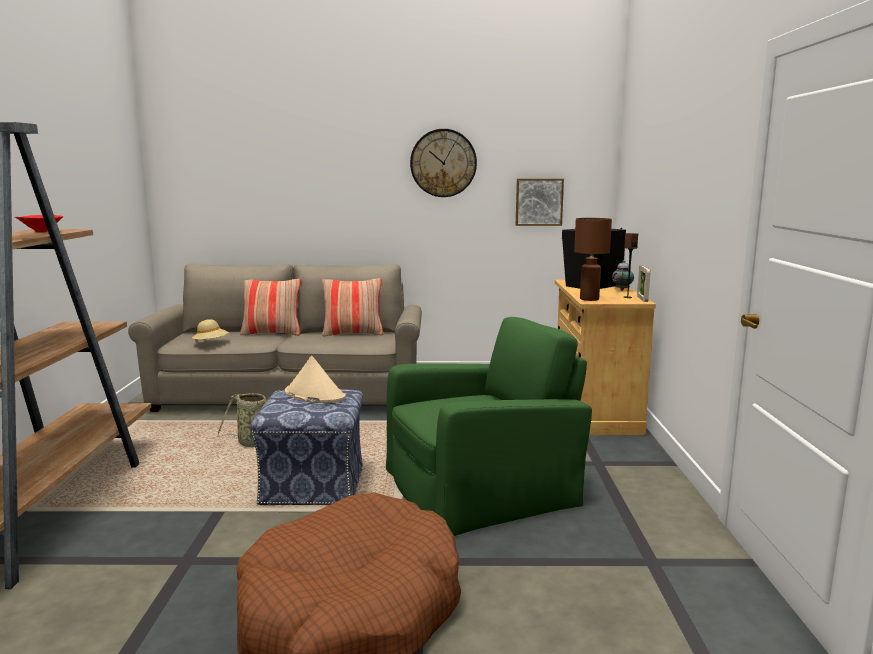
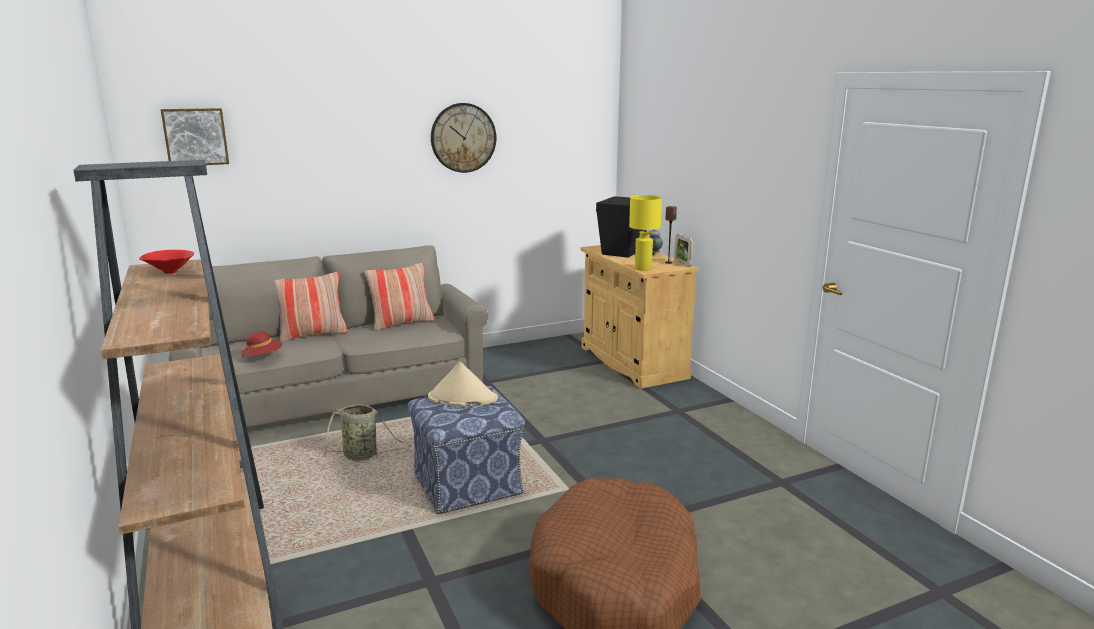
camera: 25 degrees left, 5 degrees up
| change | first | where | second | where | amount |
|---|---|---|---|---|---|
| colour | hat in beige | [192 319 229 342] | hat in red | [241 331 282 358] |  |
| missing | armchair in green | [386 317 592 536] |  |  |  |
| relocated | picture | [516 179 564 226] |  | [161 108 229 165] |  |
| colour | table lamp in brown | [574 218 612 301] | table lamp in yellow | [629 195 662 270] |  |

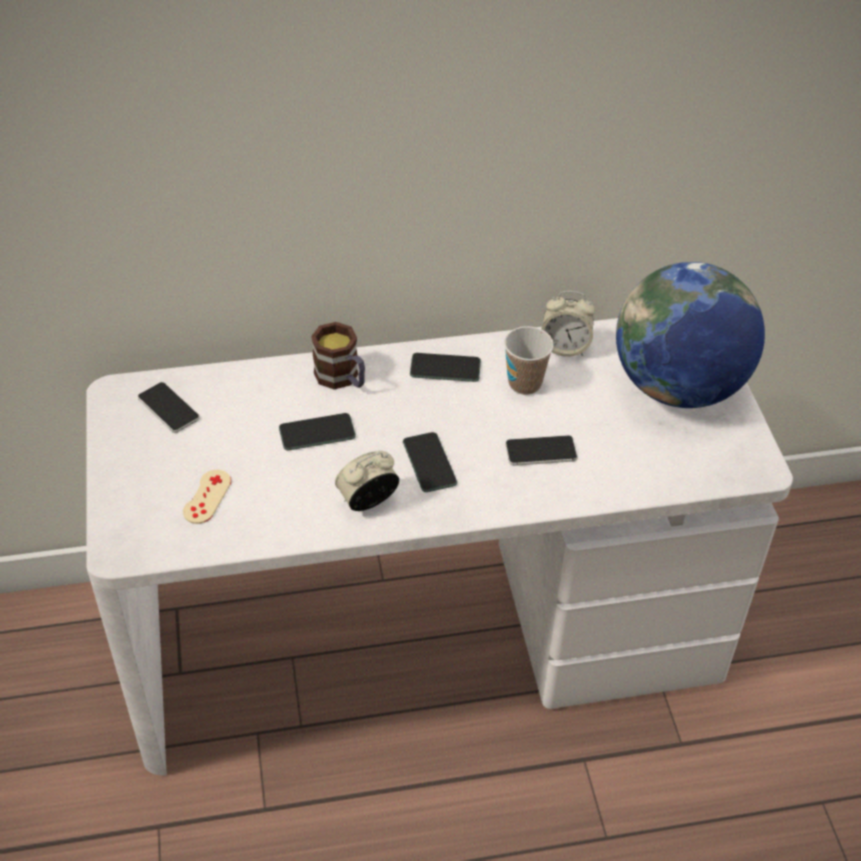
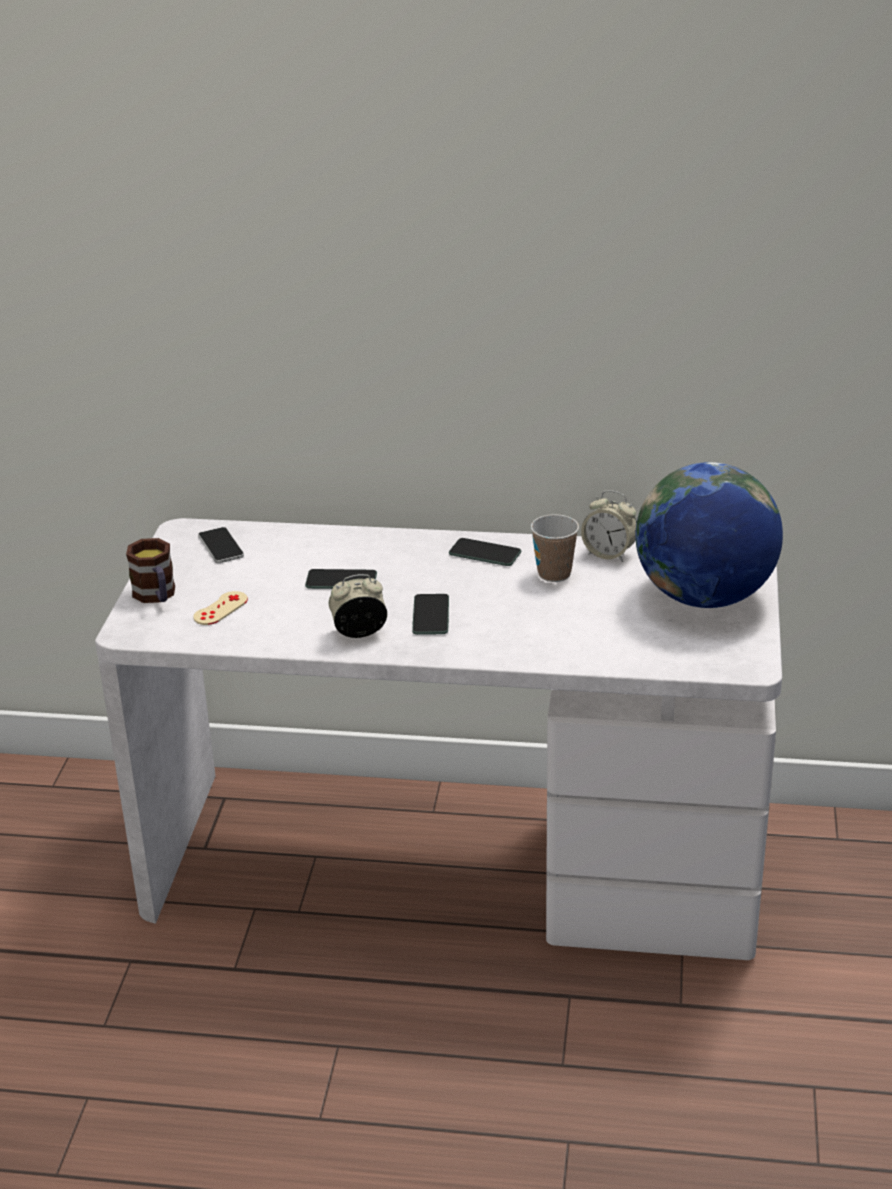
camera: 20 degrees right, 15 degrees down
| change | first | where | second | where | amount |
|---|---|---|---|---|---|
| relocated | mug | [311 322 365 389] |  | [126 538 175 603] |  |
| missing | phone | [506 435 577 466] |  |  |  |

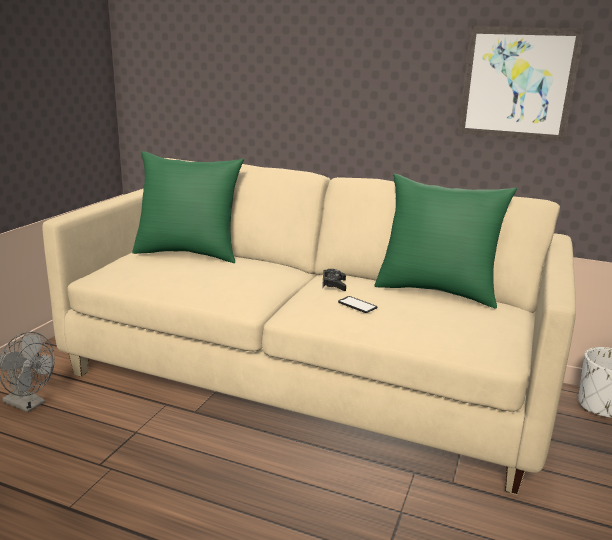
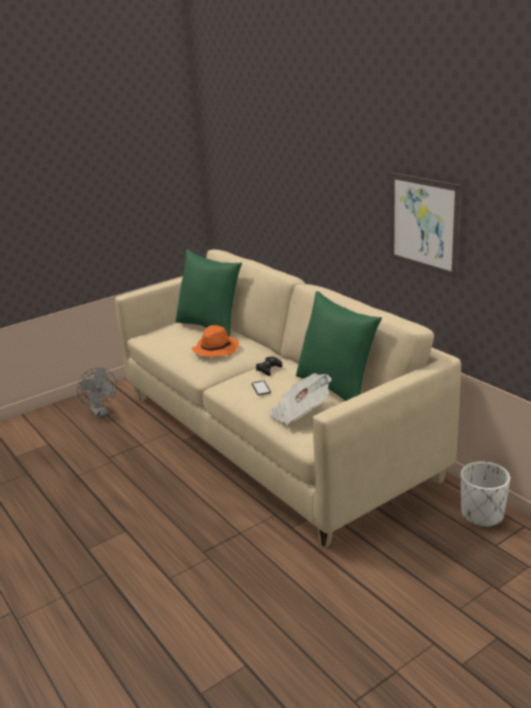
camera: 35 degrees right, 5 degrees up
| change | first | where | second | where | amount |
|---|---|---|---|---|---|
| appeared |  |  | hat in orange | [192 325 239 357] |  |
| appeared |  |  | newspaper | [268 373 332 425] |  |

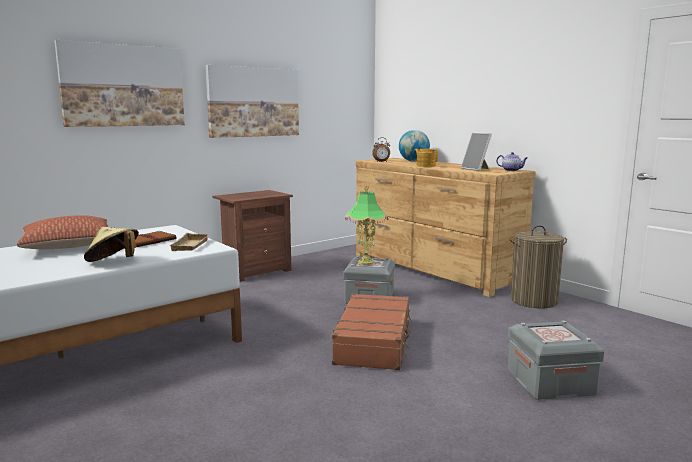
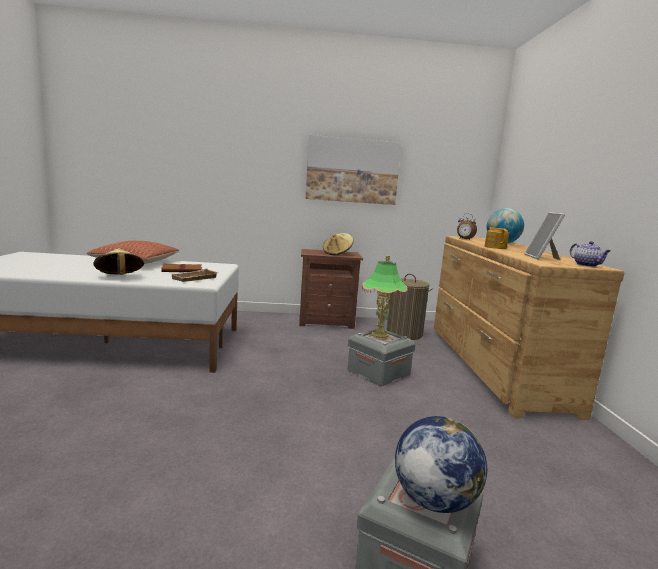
camera: 35 degrees right, 0 degrees up
| change | first | where | second | where | amount |
|---|---|---|---|---|---|
| missing | picture | [54 40 185 127] |  |  |  |
| missing | suitcase in brown | [332 293 413 370] |  |  |  |
| relocated | laundry basket | [510 225 567 308] |  | [387 274 433 340] |  |
| appeared |  |  | hat in beige | [323 233 354 255] |  |
| appeared |  |  | globe | [395 416 487 513] |  |

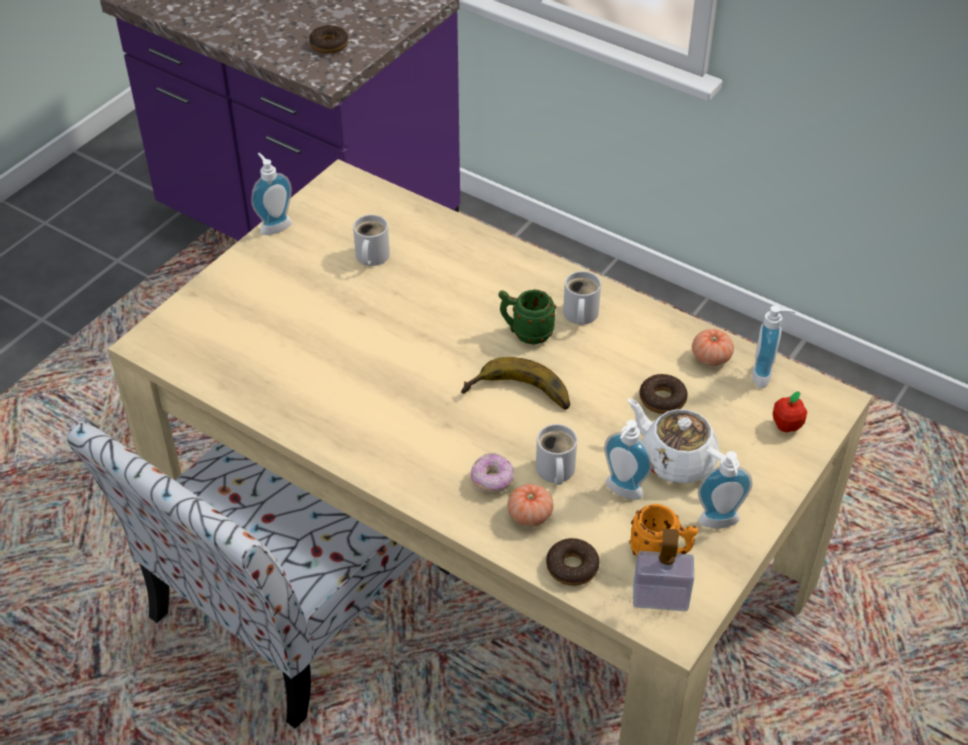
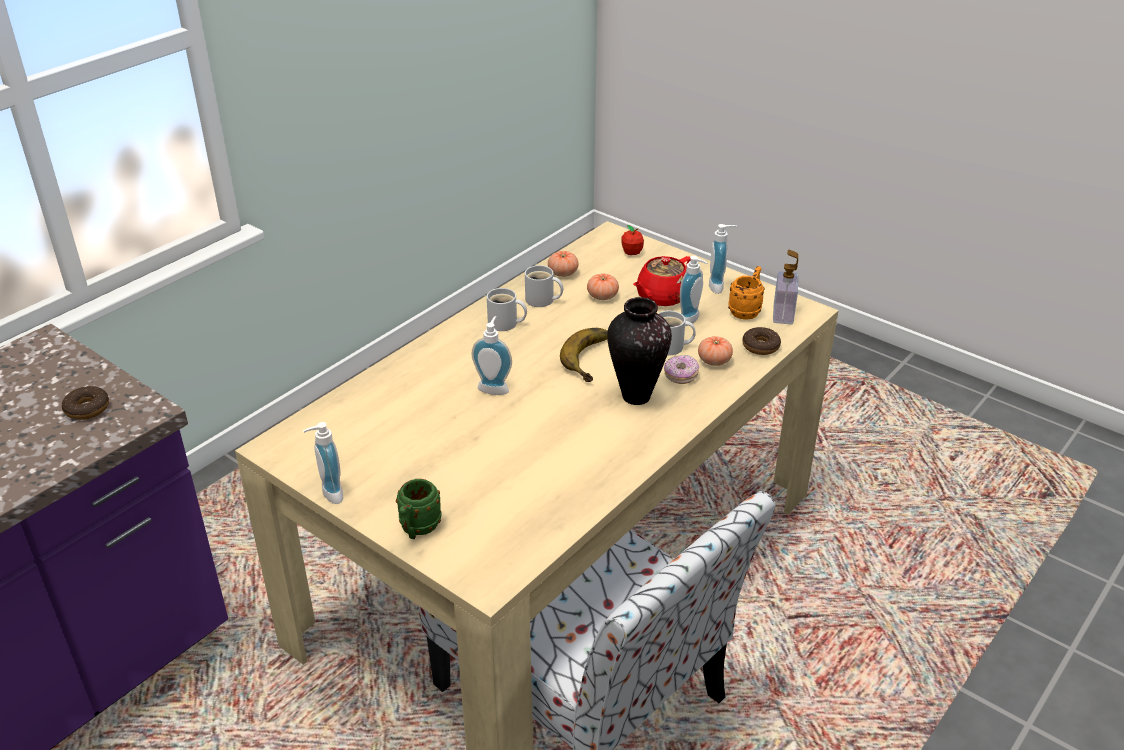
camera: 85 degrees left, 10 degrees down
| change | first | where | second | where | amount |
|---|---|---|---|---|---|
| relocated | mug in white | [353 215 390 266] |  | [525 265 563 307] |  |
| relocated | mug in green | [498 289 556 345] |  | [396 479 442 539] |  |
| colour | teapot in white | [628 398 726 484] | teapot in red | [633 256 691 306] |  |
| exchanged | donut | [639 374 688 414] | tomato | [587 273 619 300] |  |
| relocated | soap dispenser | [752 305 796 388] |  | [472 316 512 395] |  |
| appeared |  |  | vase | [607 297 672 405] |  |

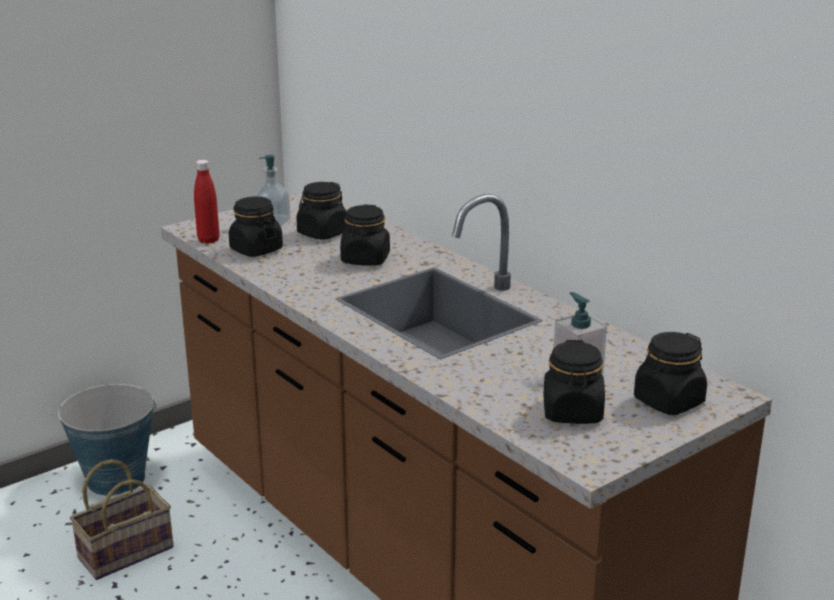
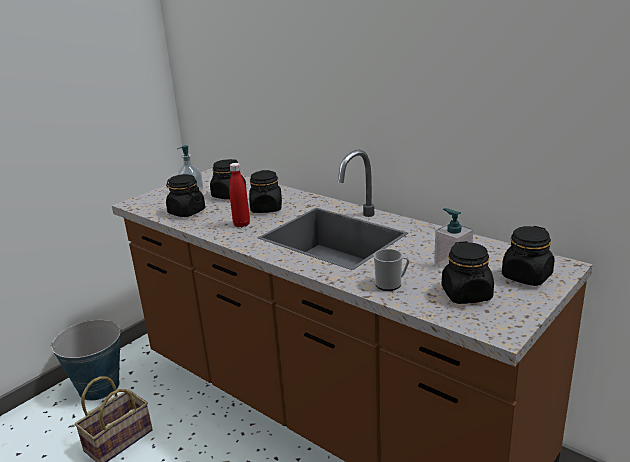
camera: 10 degrees left, 0 degrees up
| change | first | where | second | where | amount |
|---|---|---|---|---|---|
| relocated | bottle in red | [194 160 219 244] |  | [229 163 250 228] |  |
| appeared |  |  | mug | [373 249 410 291] |  |

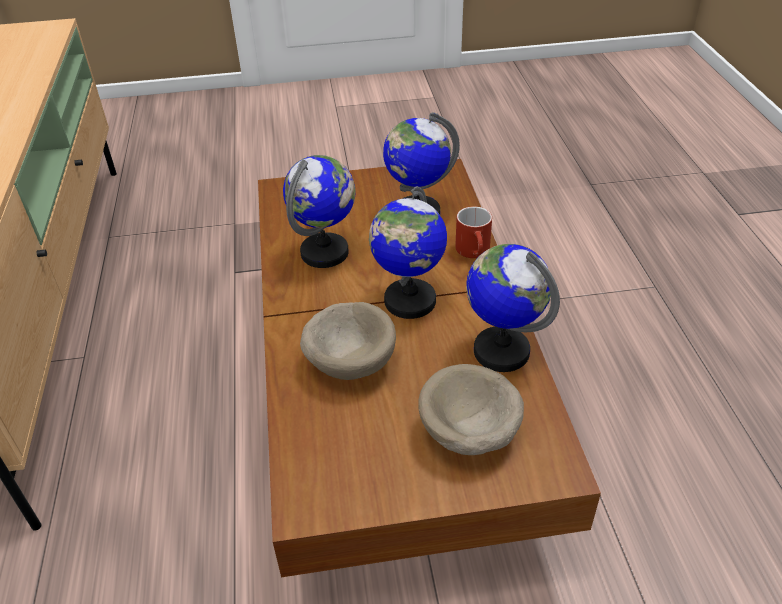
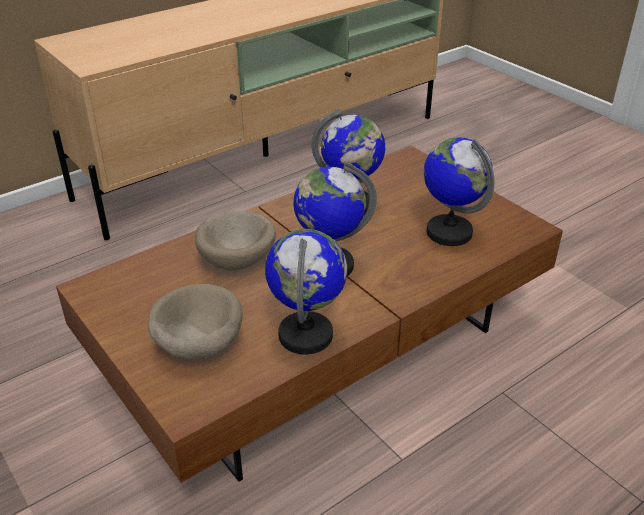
camera: 60 degrees right, 5 degrees down
| change | first | where | second | where | amount |
|---|---|---|---|---|---|
| missing | mug in red | [455 206 492 258] |  |  |  |

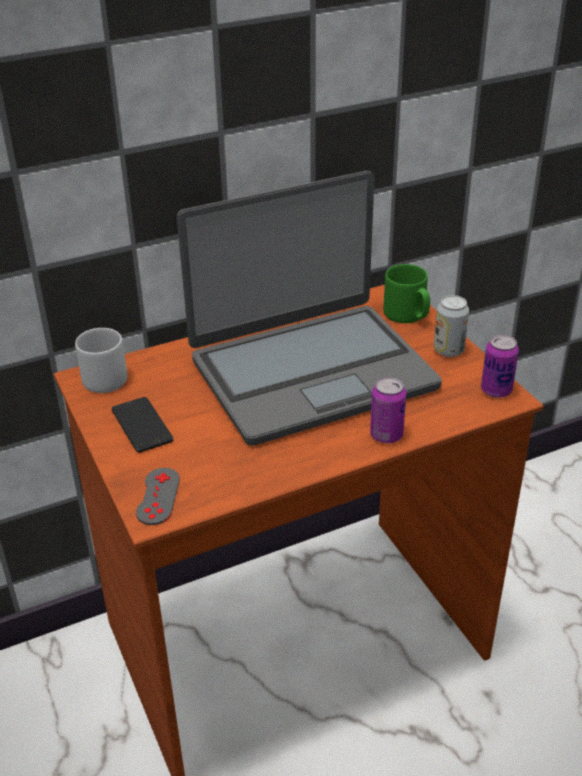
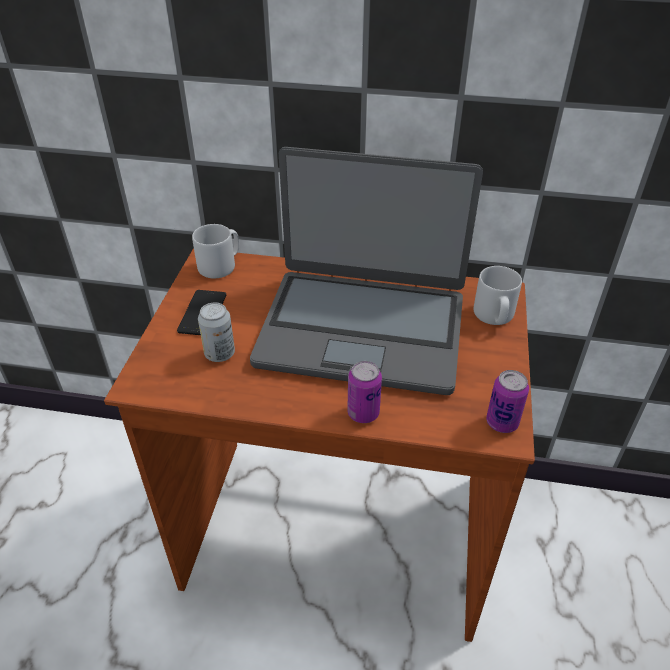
camera: 35 degrees right, 5 degrees up
| change | first | where | second | where | amount |
|---|---|---|---|---|---|
| missing | game controller in grey | [136 468 180 525] |  |  |  |
| colour | mug in green | [383 264 430 323] | mug in grey | [474 266 522 325] |  |
| relocated | can | [434 295 469 357] |  | [198 302 235 362] |  |

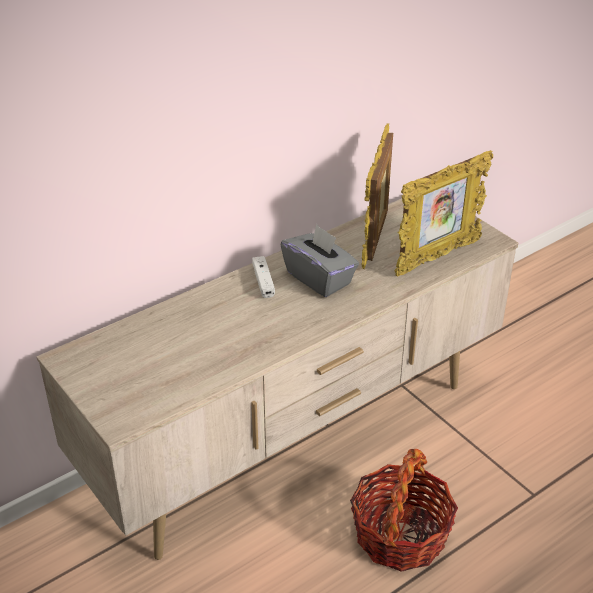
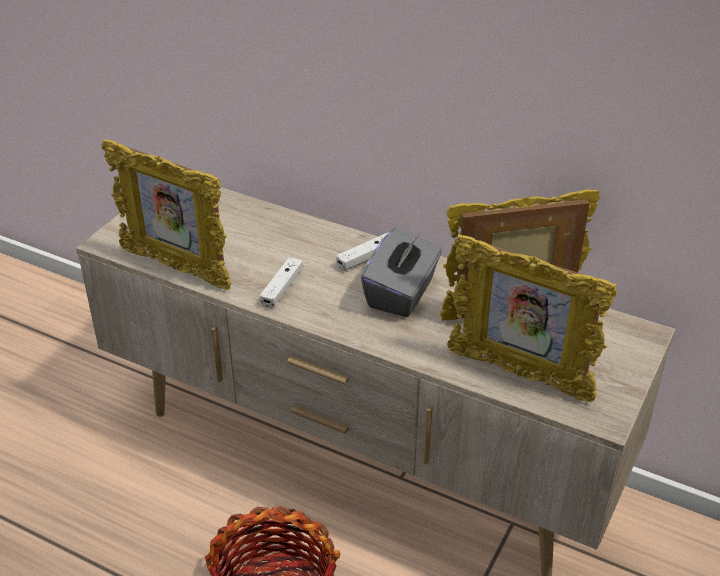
camera: 65 degrees right, 0 degrees up
| change | first | where | second | where | amount |
|---|---|---|---|---|---|
| appeared |  |  | picture frame | [102 139 231 290] |  |
| appeared |  |  | game controller in white | [260 257 303 308] |  |

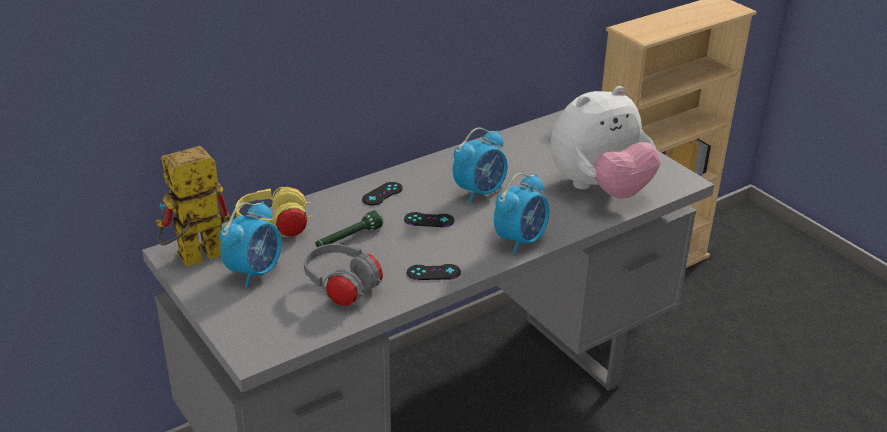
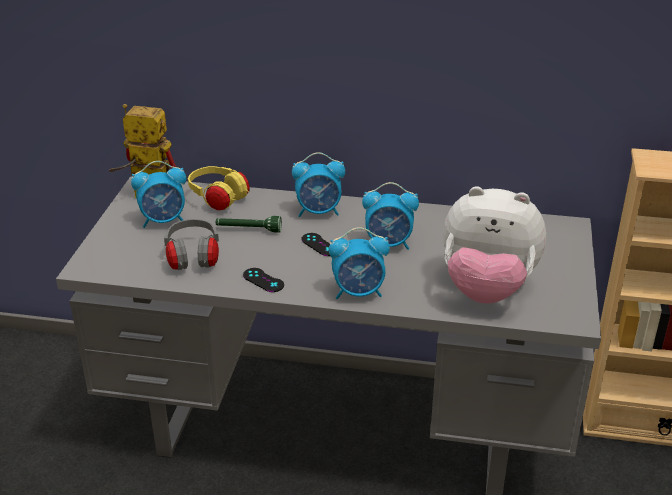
camera: 45 degrees right, 0 degrees up
| change | first | where | second | where | amount |
|---|---|---|---|---|---|
| exchanged | game controller in black | [362 182 403 205] | alarm clock | [292 152 345 217] |  |

